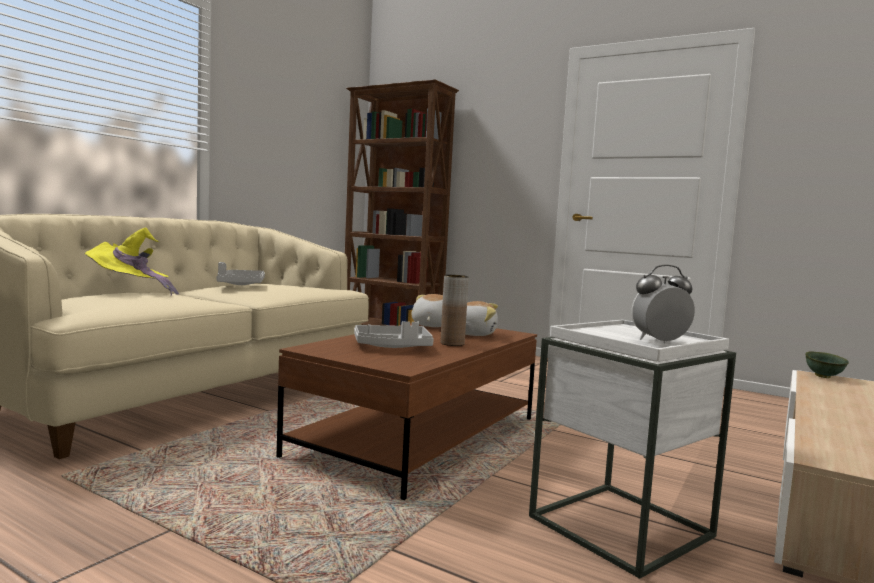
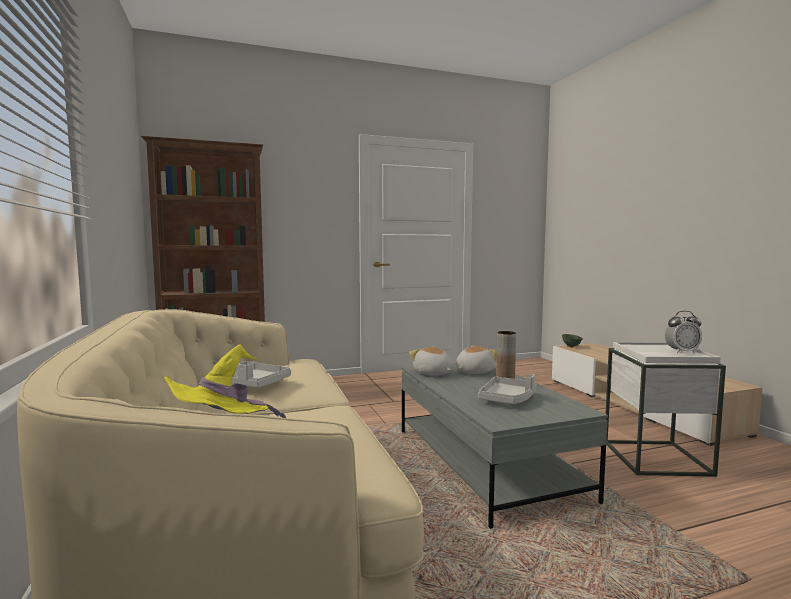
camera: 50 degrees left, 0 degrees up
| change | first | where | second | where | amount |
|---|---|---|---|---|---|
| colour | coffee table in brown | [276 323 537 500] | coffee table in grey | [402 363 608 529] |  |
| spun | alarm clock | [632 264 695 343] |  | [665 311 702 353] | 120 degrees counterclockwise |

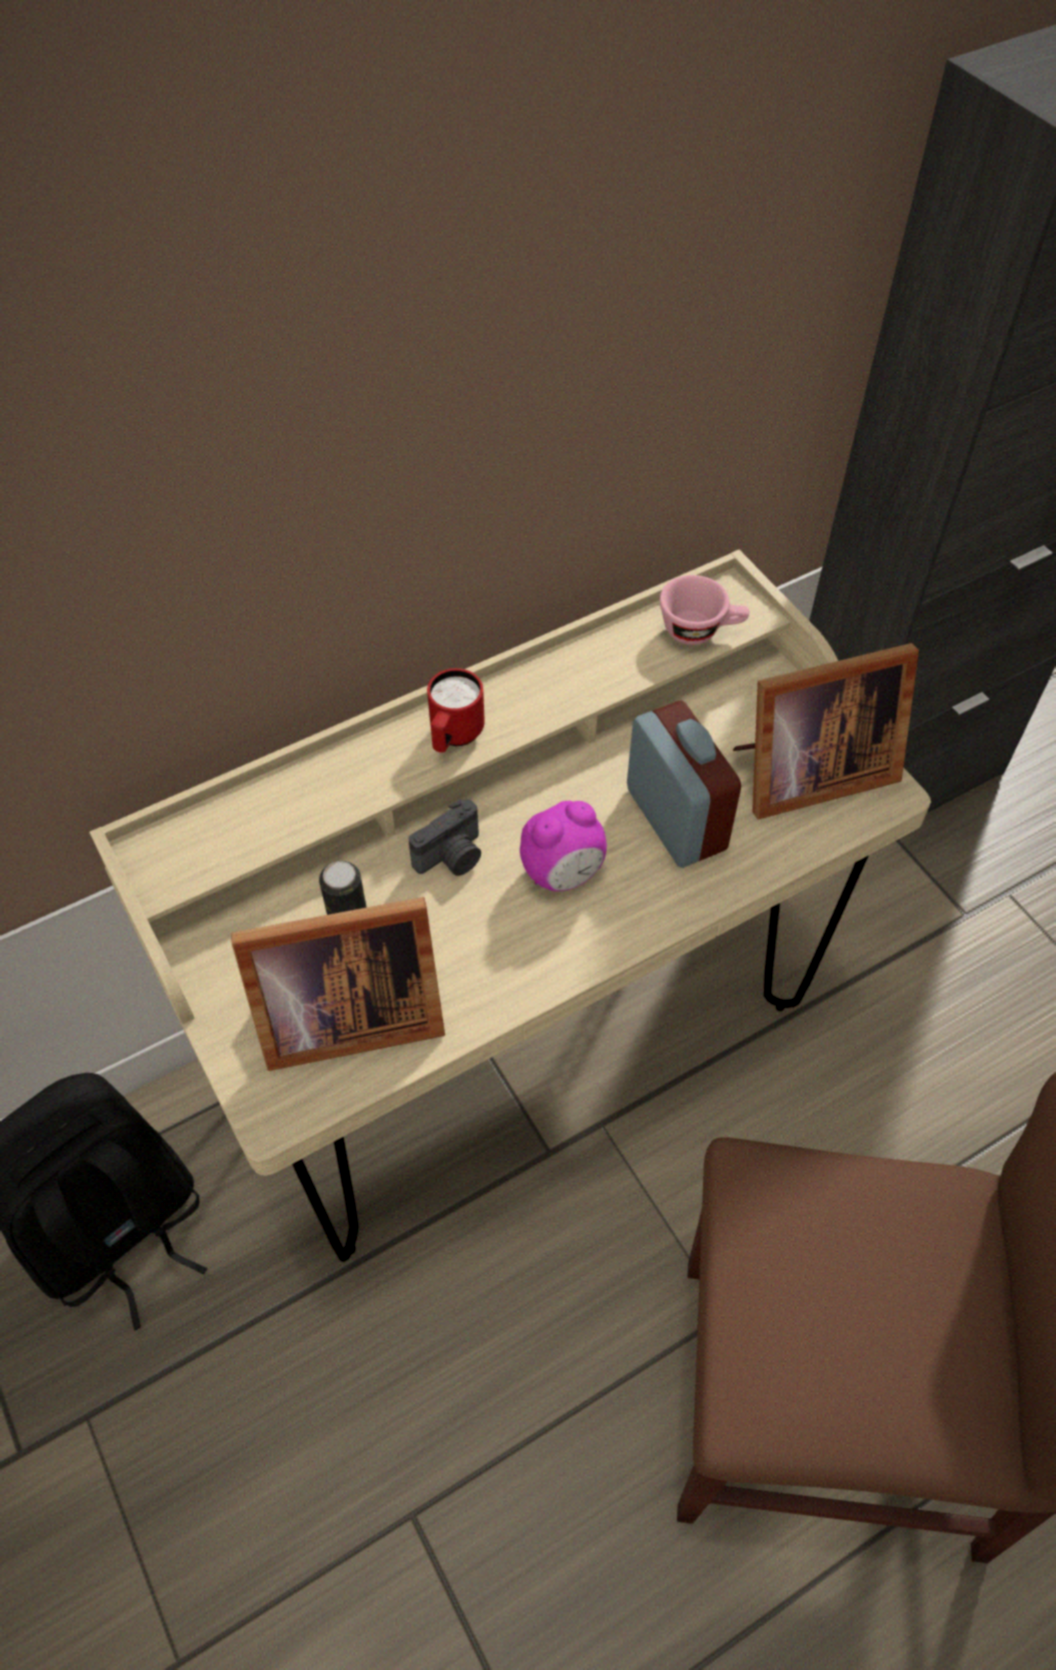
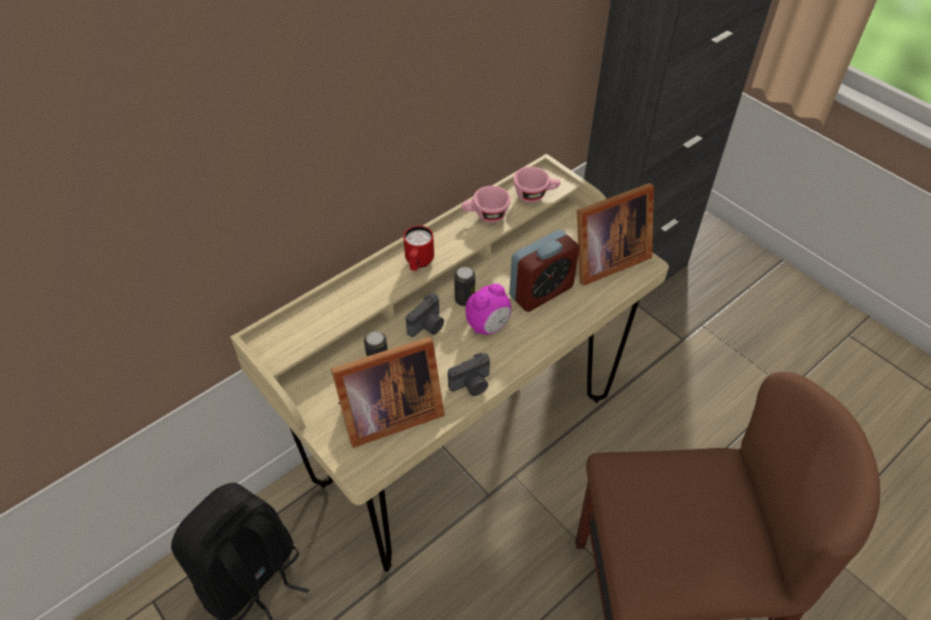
camera: 10 degrees left, 5 degrees down
| change | first | where | second | where | amount |
|---|---|---|---|---|---|
| spun | alarm clock | [627 701 741 868] |  | [509 230 580 312] | 90 degrees clockwise |
| appeared |  |  | photo camera | [448 353 490 396] |  |
| appeared |  |  | can | [454 267 475 306] |  |
| appeared |  |  | cup in pink | [462 186 511 223] |  |

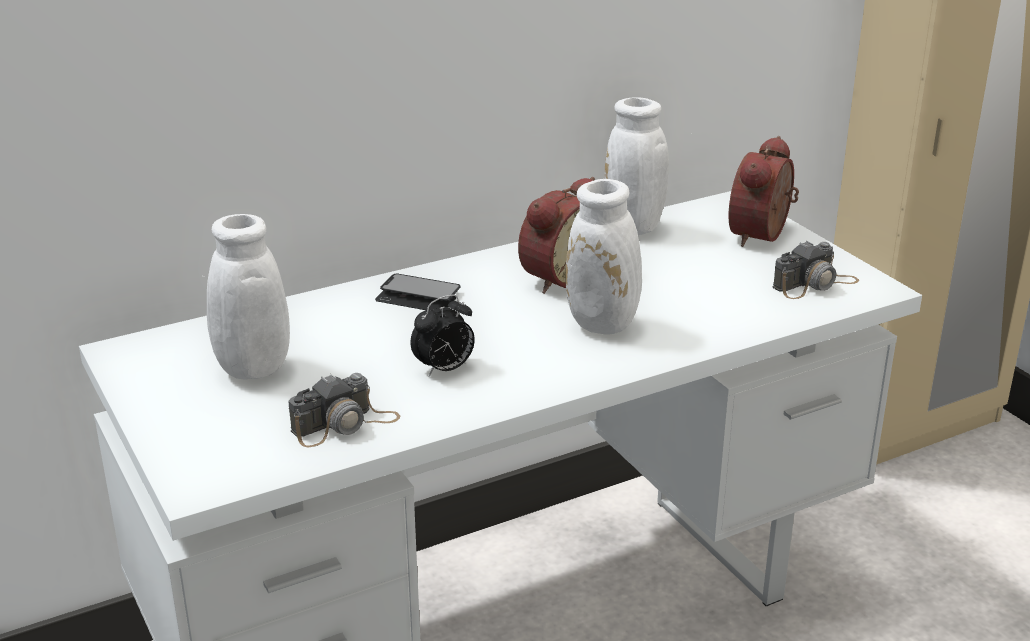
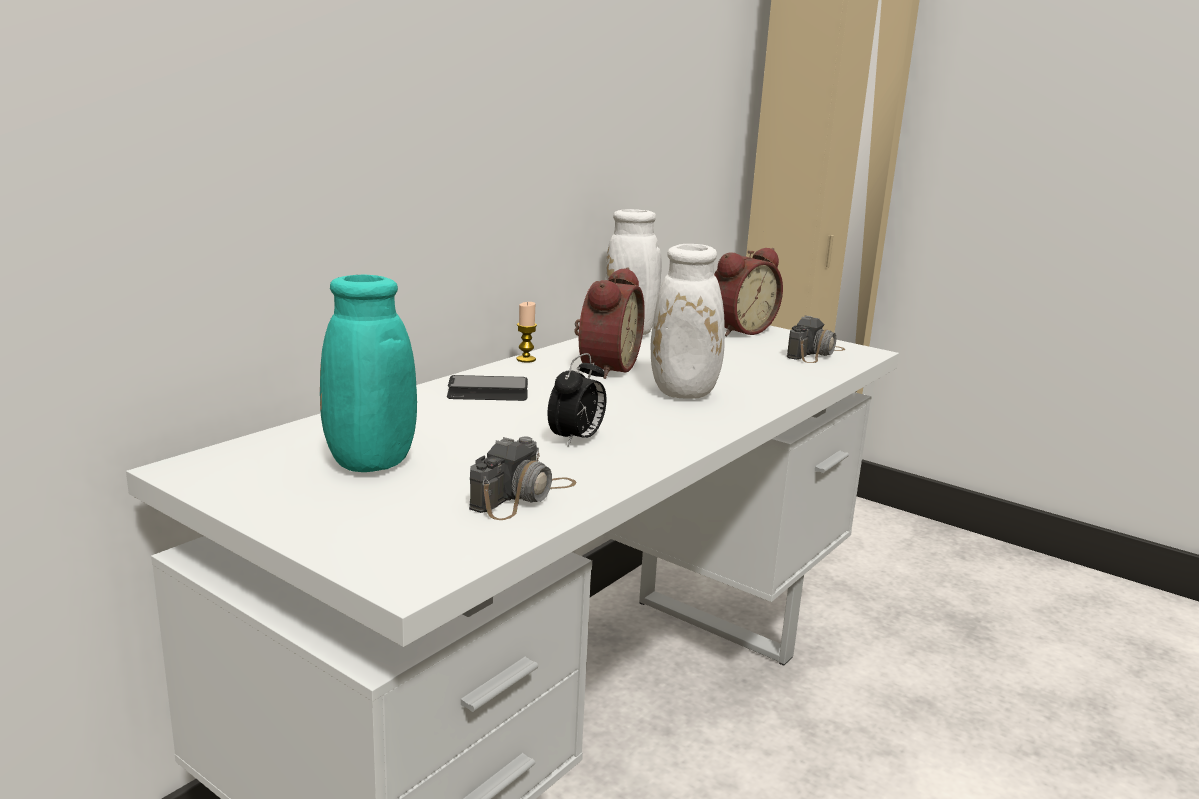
camera: 25 degrees left, 10 degrees down
| change | first | where | second | where | amount |
|---|---|---|---|---|---|
| colour | vase in white | [207 214 290 380] | vase in turquoise | [320 275 417 472] |  |
| spun | alarm clock | [729 136 799 247] |  | [714 248 783 336] | 135 degrees counterclockwise |
| appeared |  |  | candle | [516 302 537 363] |  |

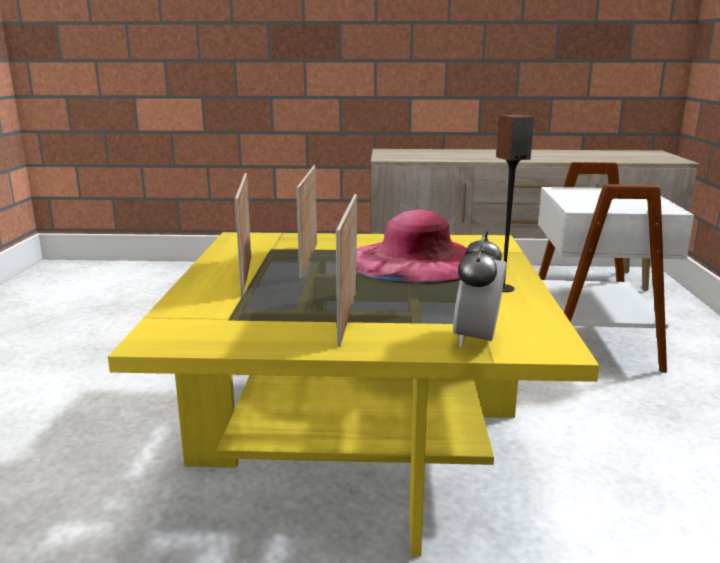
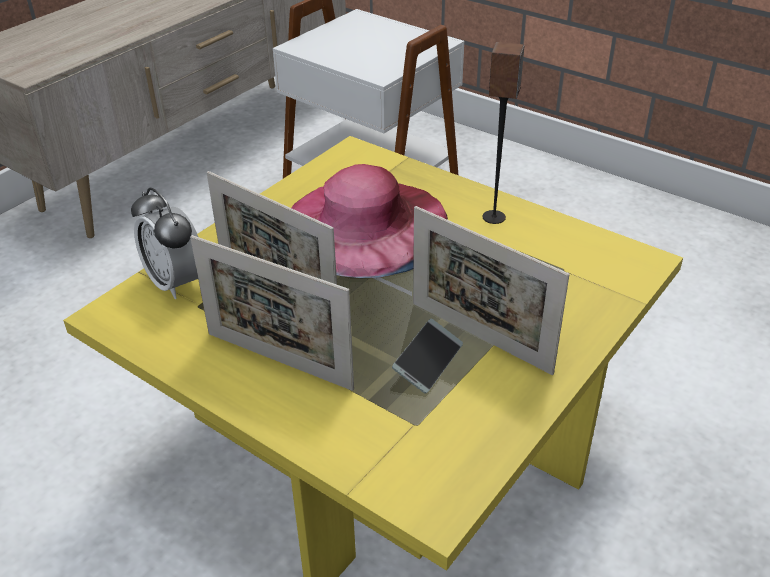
camera: 55 degrees left, 20 degrees up
| change | first | where | second | where | amount |
|---|---|---|---|---|---|
| relocated | alarm clock | [453 229 506 348] |  | [131 188 198 299] |  |
| appeared |  |  | phone | [392 319 463 394] |  |

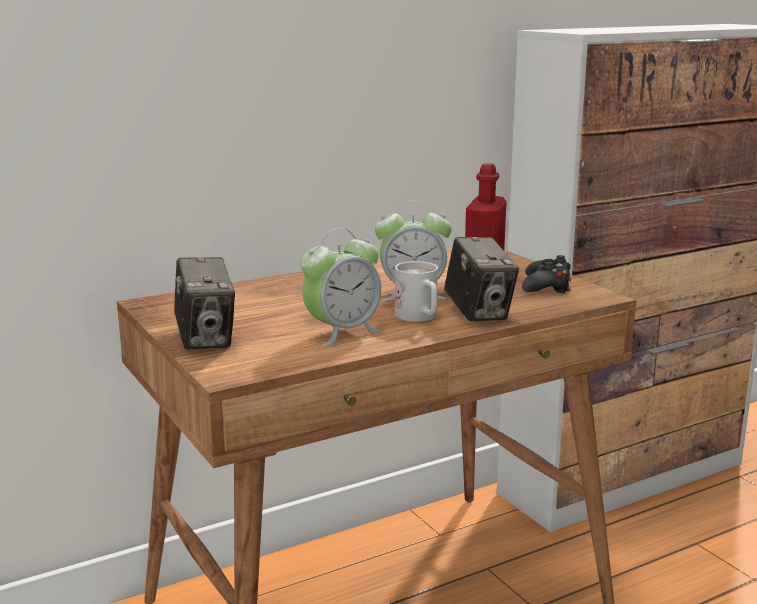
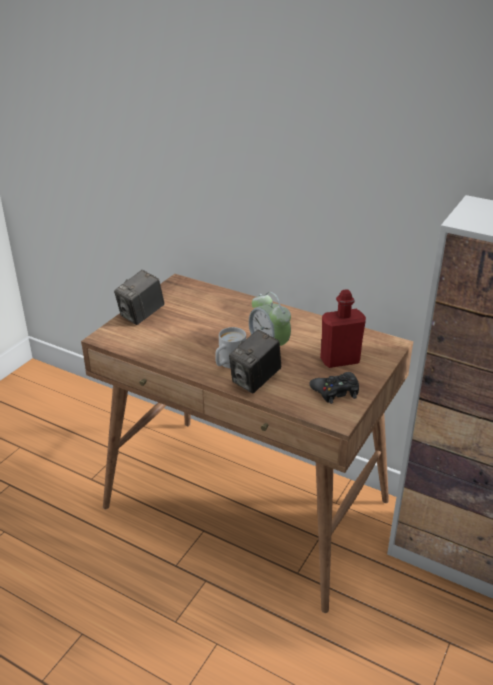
camera: 60 degrees right, 15 degrees up
| change | first | where | second | where | amount |
|---|---|---|---|---|---|
| missing | alarm clock | [300 228 382 346] |  |  |  |

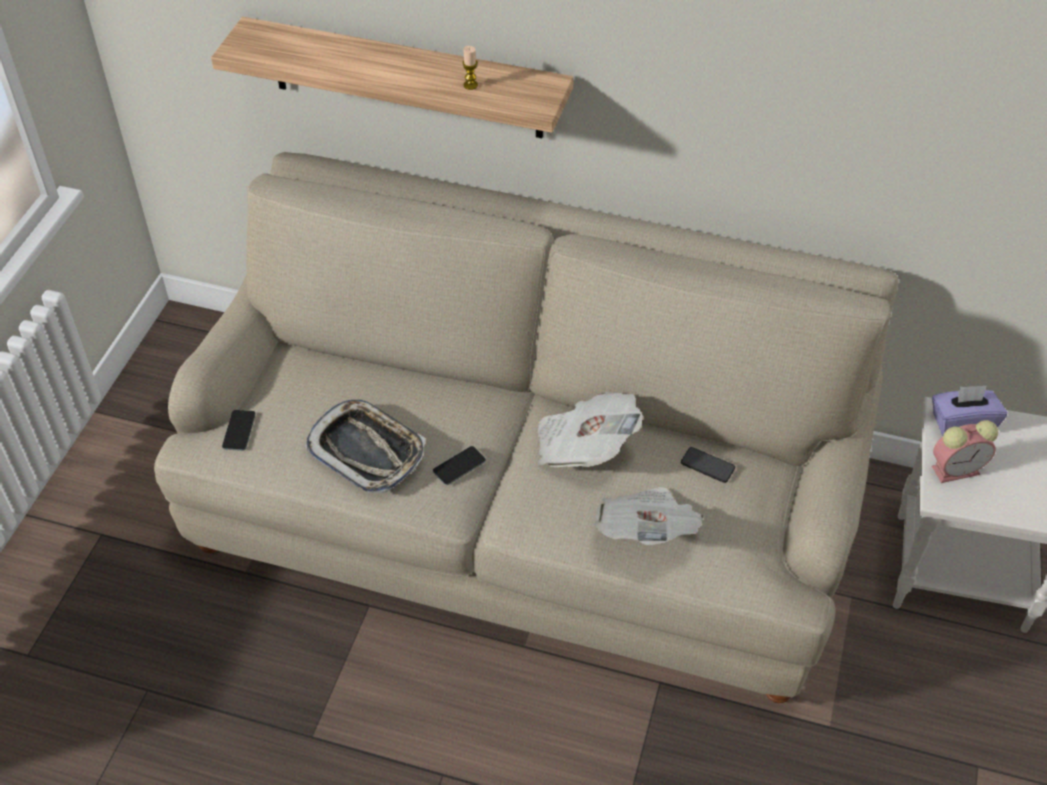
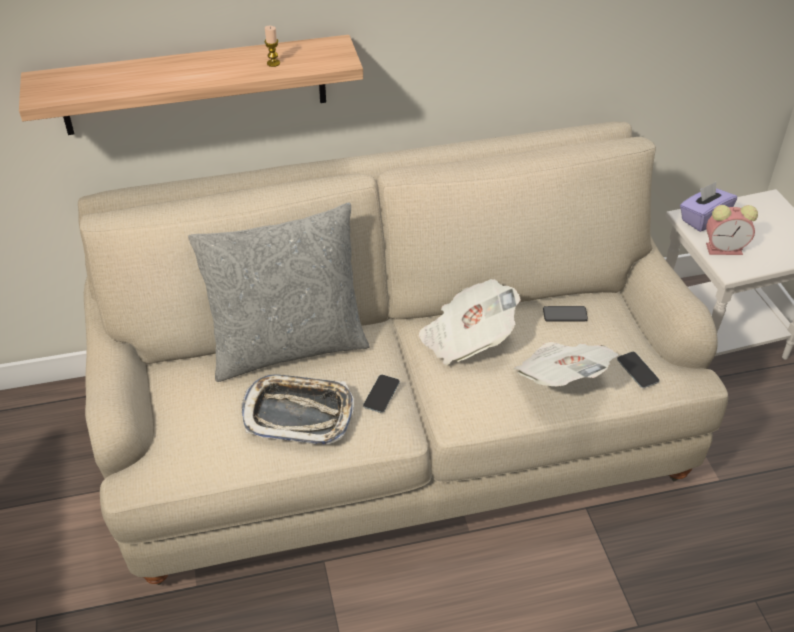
camera: 30 degrees left, 5 degrees down
| change | first | where | second | where | amount |
|---|---|---|---|---|---|
| relocated | phone | [222 410 256 451] |  | [617 352 659 388] |  |
| spun | alarm clock | [932 420 998 483] |  | [706 205 758 255] | 45 degrees clockwise |
| appeared |  |  | pillow in grey | [188 203 370 382] |  |

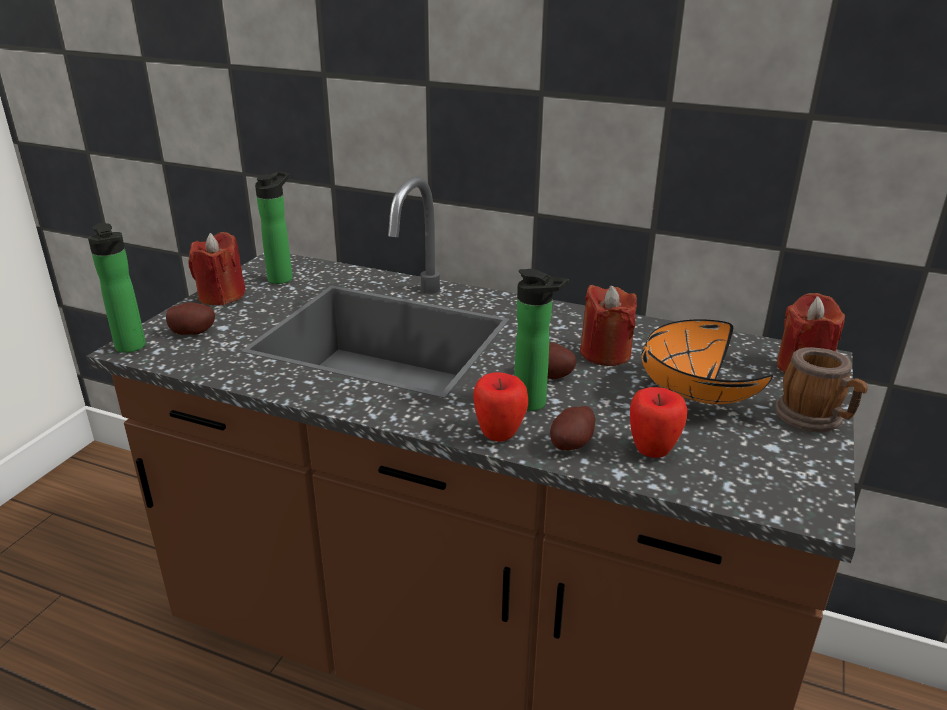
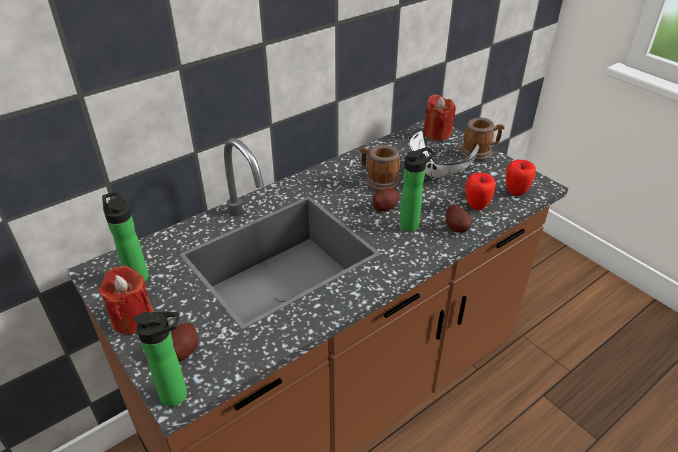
camera: 60 degrees left, 10 degrees up
| change | first | where | second | where | amount |
|---|---|---|---|---|---|
| relocated | apple | [473 372 528 442] |  | [506 160 536 196] |  |
| exchanged | candle in red | [580 285 637 366] | mug | [360 145 400 191] |  |
| colour | bowl in orange | [641 319 773 404] | bowl in white | [409 130 479 178] |  |

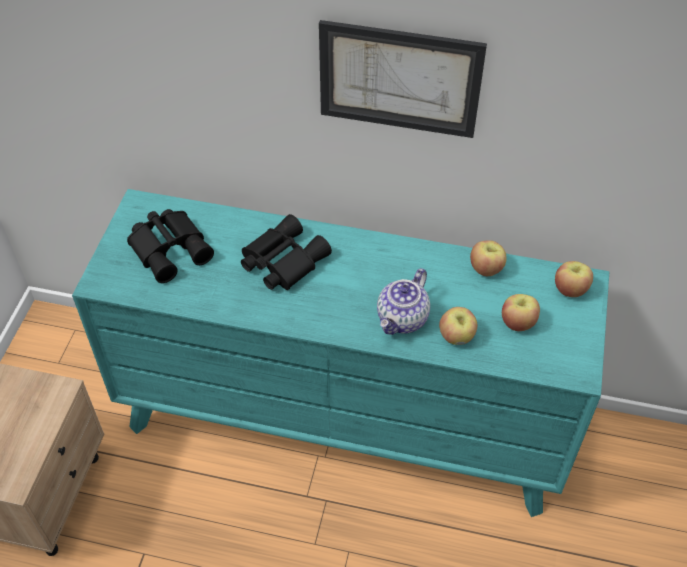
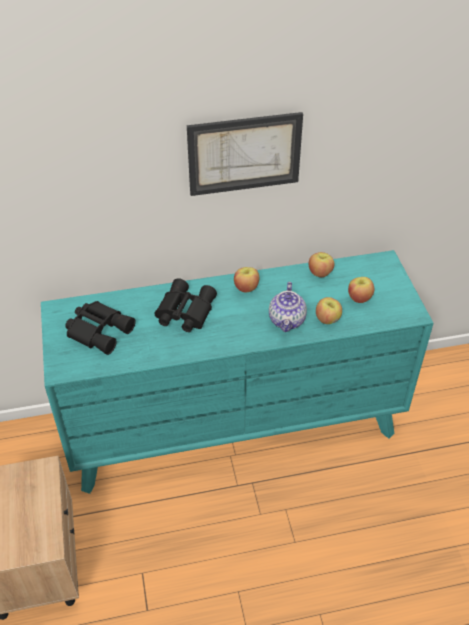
camera: 25 degrees left, 5 degrees down
| change | first | where | second | where | amount |
|---|---|---|---|---|---|
| relocated | apple | [555 261 593 297] |  | [234 267 259 293] |  |

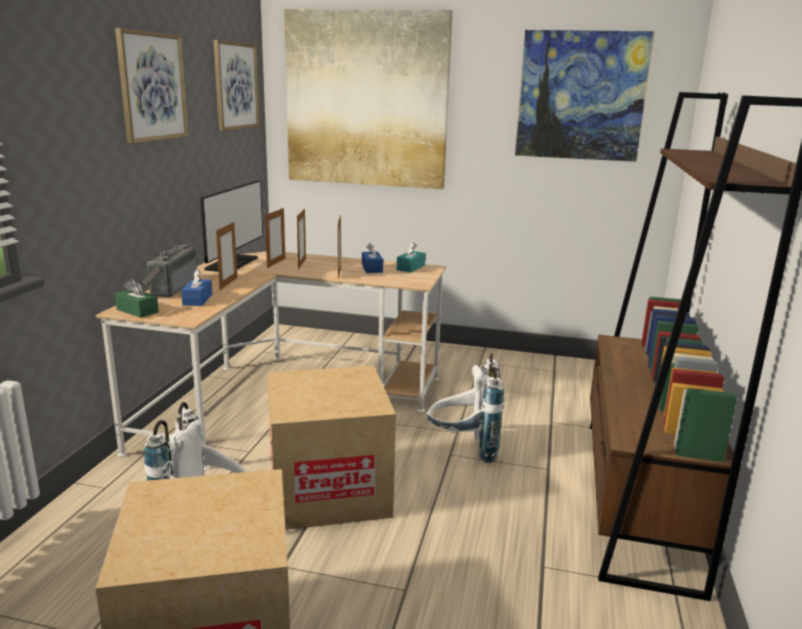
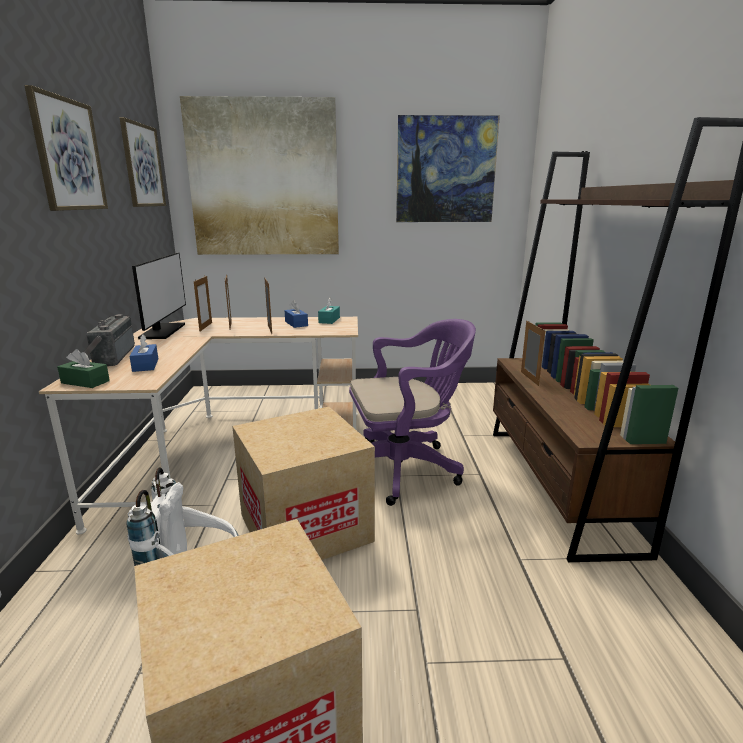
camera: 15 degrees left, 0 degrees up
| change | first | where | second | where | amount |
|---|---|---|---|---|---|
| relocated | picture frame | [216 222 237 290] |  | [521 320 545 386] |  |
| exchanged | backpack in white | [427 354 504 463] | office chair in purple | [349 319 476 506] |  |

